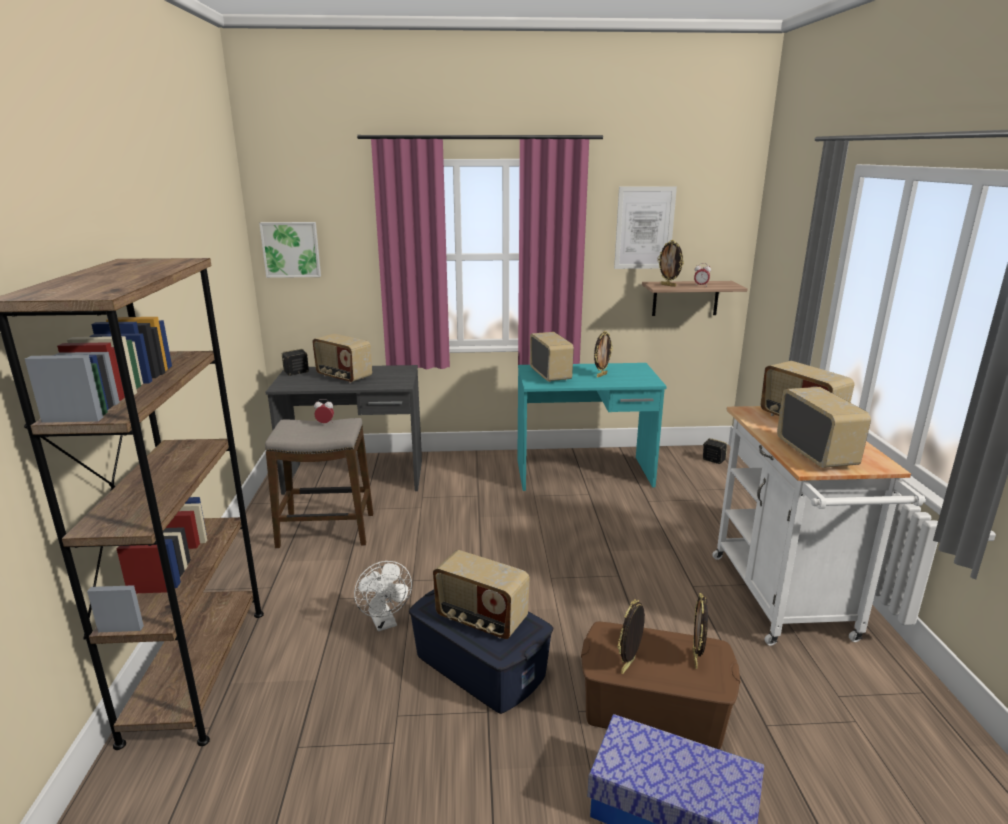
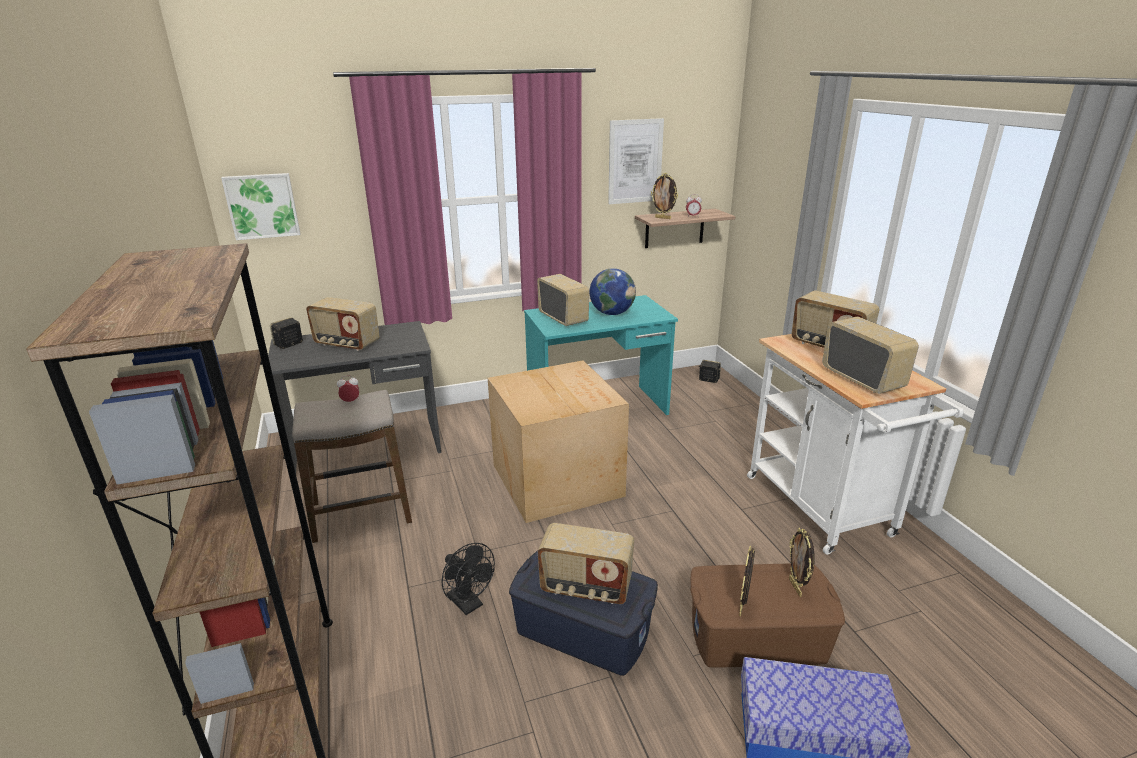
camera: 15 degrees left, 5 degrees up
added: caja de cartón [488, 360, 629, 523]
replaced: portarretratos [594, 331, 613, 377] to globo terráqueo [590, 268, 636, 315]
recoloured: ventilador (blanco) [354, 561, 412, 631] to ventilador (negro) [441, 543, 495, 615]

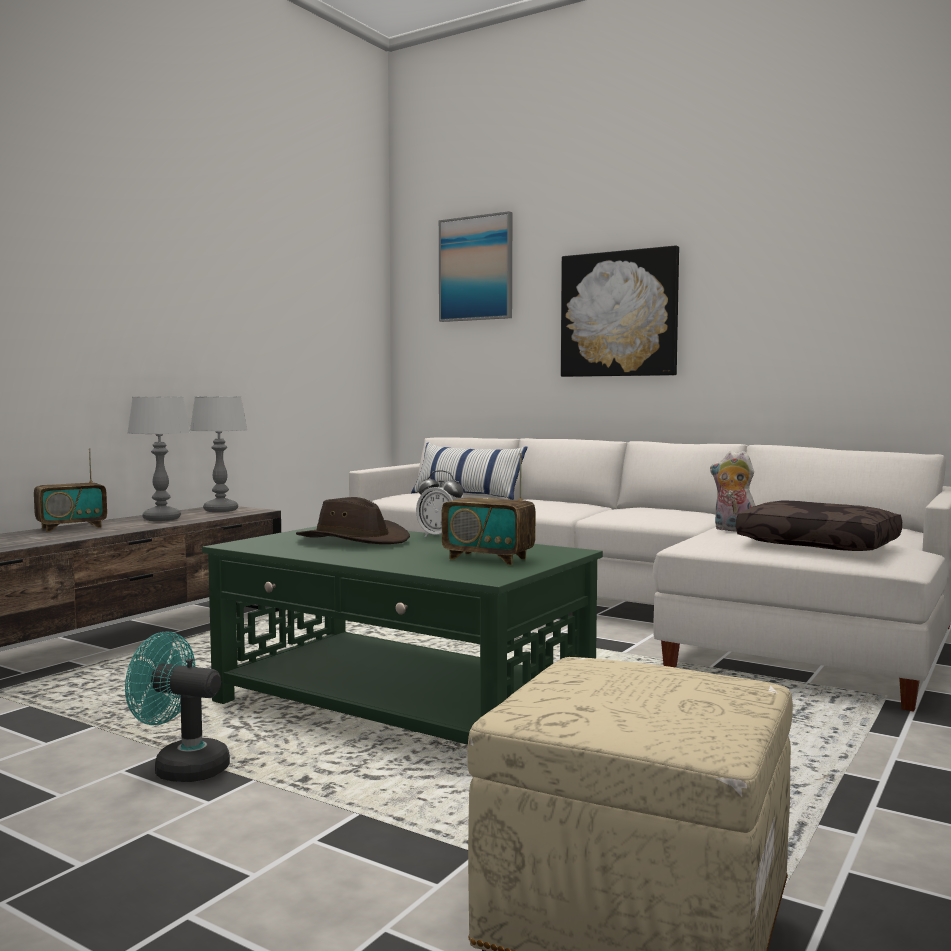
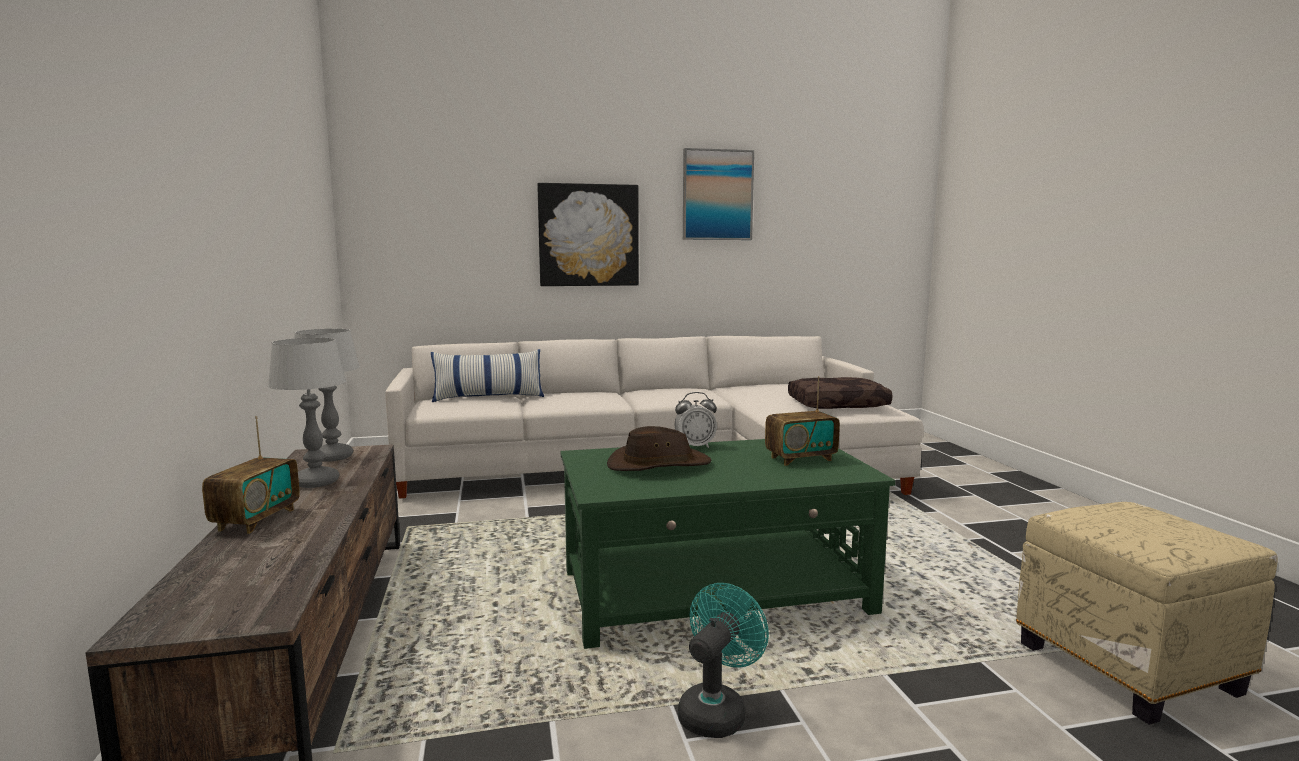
camera: 45 degrees left, 5 degrees up
removed: peluche [710, 451, 755, 532]
moved: cuadro [439, 211, 512, 322] to [683, 148, 754, 240]
turned: ventilador (turquesa) [125, 631, 230, 782] = [678, 583, 769, 738] 150 degrees clockwise

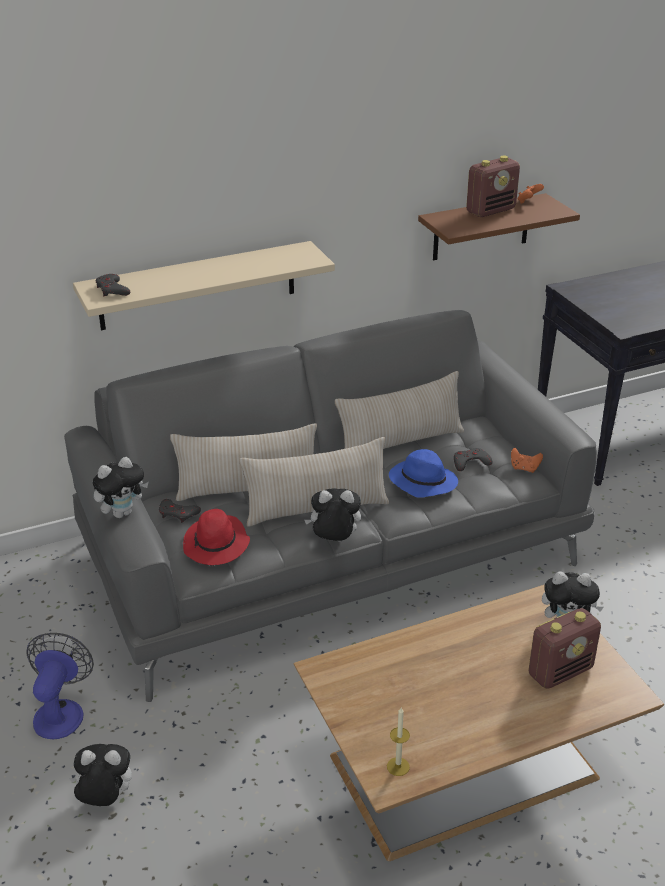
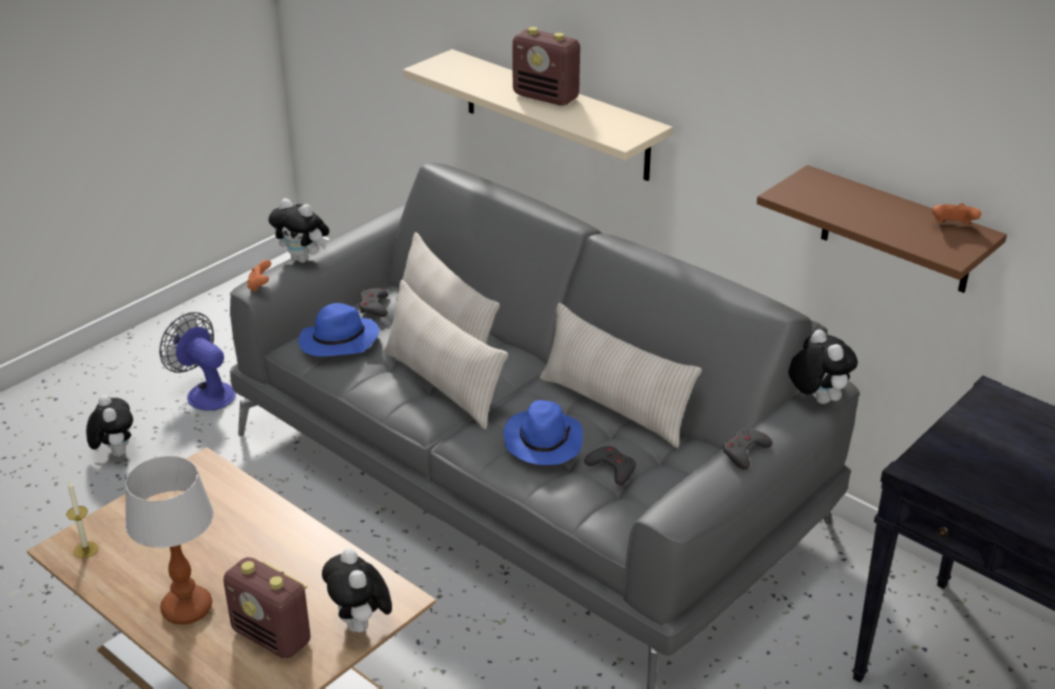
camera: 65 degrees right, 0 degrees up
added: lámpara de mesa [125, 456, 214, 625]
moved: mando de consola (gris) [96, 274, 130, 296] to [723, 428, 772, 470]; peluche [304, 488, 361, 542] to [788, 330, 858, 404]; radio [466, 156, 520, 217] to [512, 27, 580, 105]; mando de consola (naranja) [511, 448, 543, 473] to [247, 260, 271, 292]
recoloured: sombrero (rojo) [183, 509, 250, 565] to sombrero (azul) [298, 303, 379, 357]
turned: ventilador [26, 633, 94, 739] = [159, 312, 236, 411] 120 degrees counterclockwise

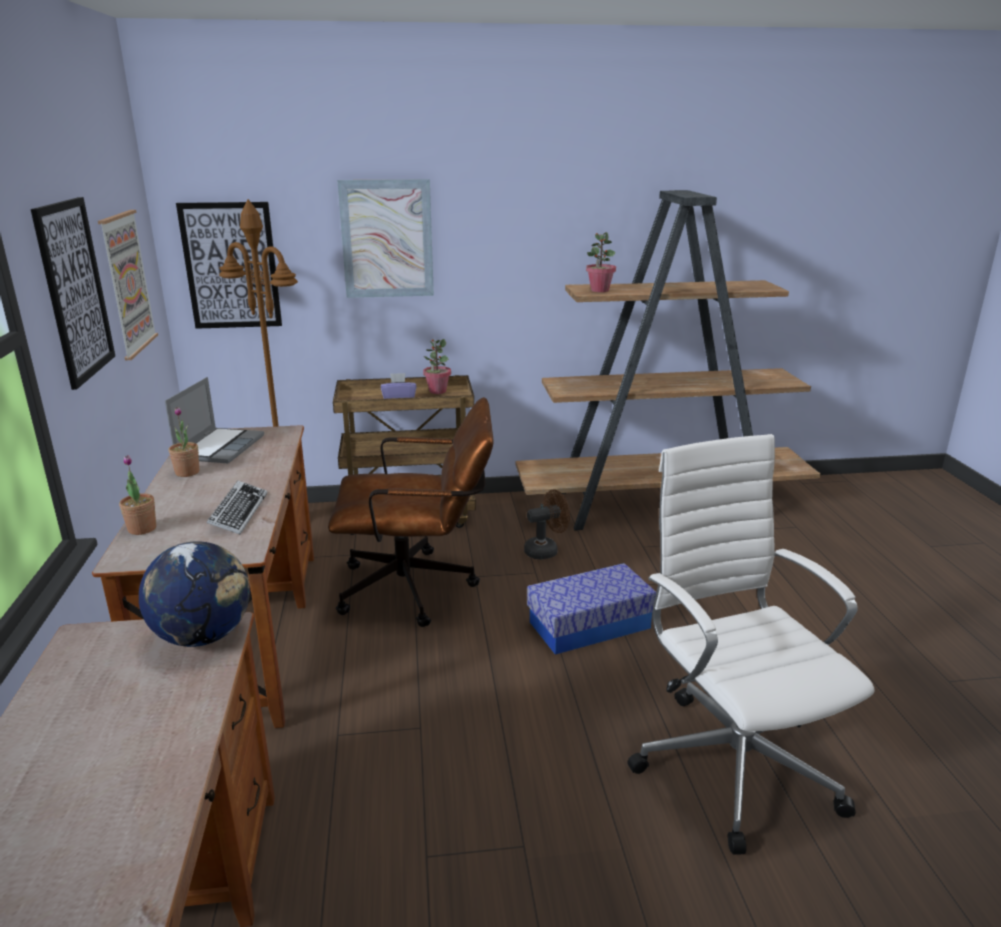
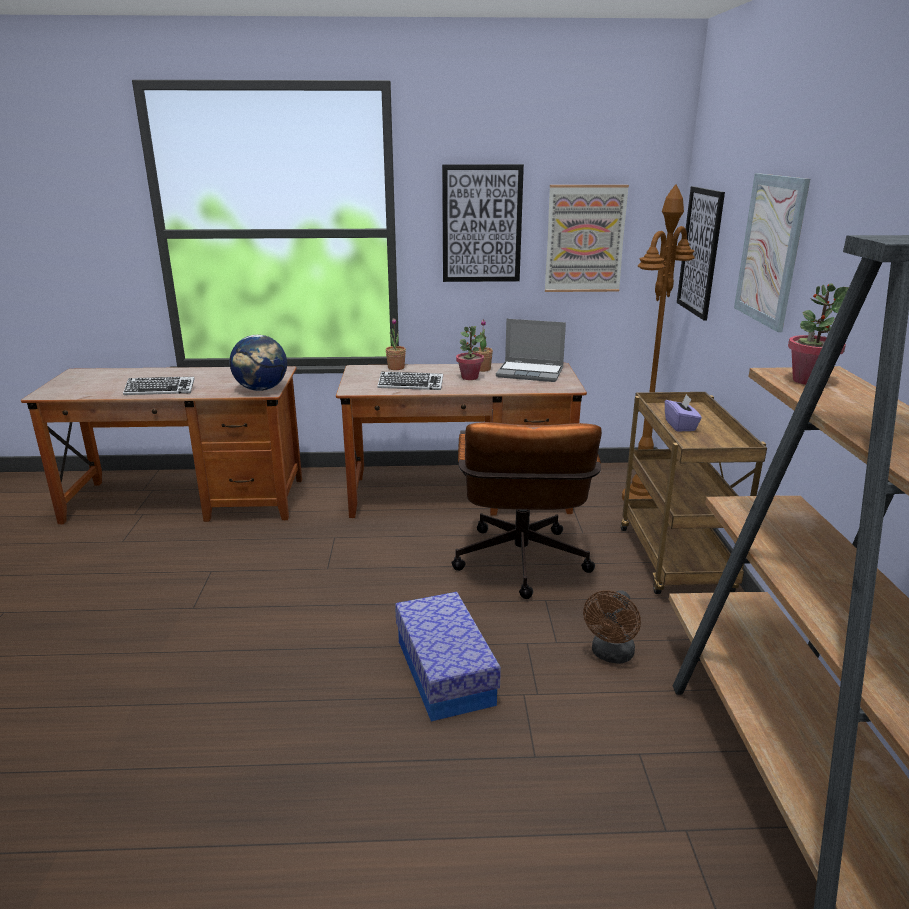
camera: 95 degrees right, 0 degrees up
removed: silla de oficina (blanco) [627, 434, 874, 855]
added: teclado [123, 377, 195, 395]
moved: planta en maceta [423, 339, 451, 394] to [456, 326, 484, 380]
turned: ventilador (marrón) [524, 490, 570, 560] = [583, 590, 641, 664] 45 degrees clockwise

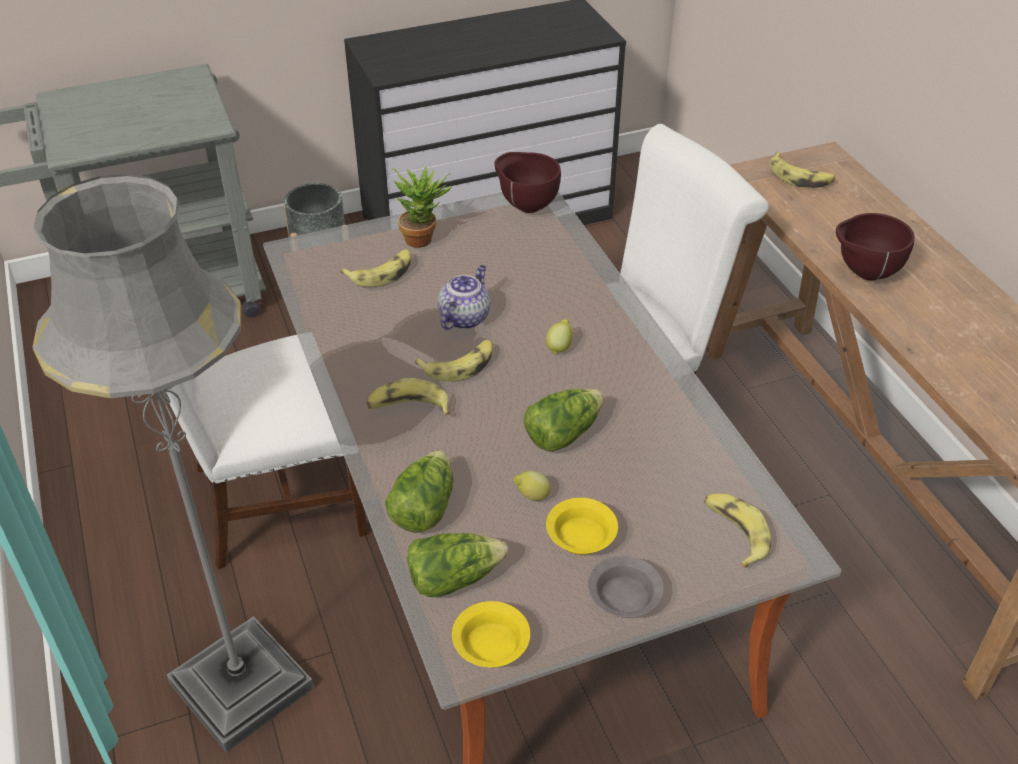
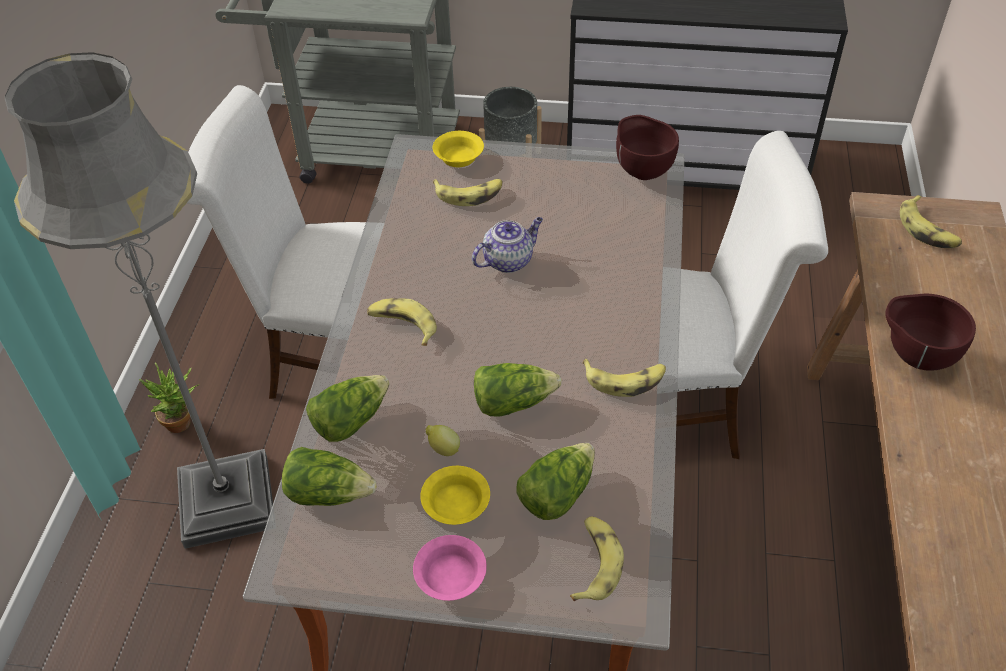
camera: 30 degrees right, 5 degrees up
removed: limón [546, 319, 572, 355]
added: lechuga [516, 443, 595, 520]
moved: planta en maceta [392, 166, 452, 248] to [139, 362, 199, 433]; plátano [415, 340, 493, 382] to [583, 359, 666, 397]; cuenco (amarillo) [452, 601, 530, 667] to [433, 131, 484, 167]
recoloured: cuenco (gris) [588, 556, 664, 617] to cuenco (rosa) [413, 535, 487, 601]

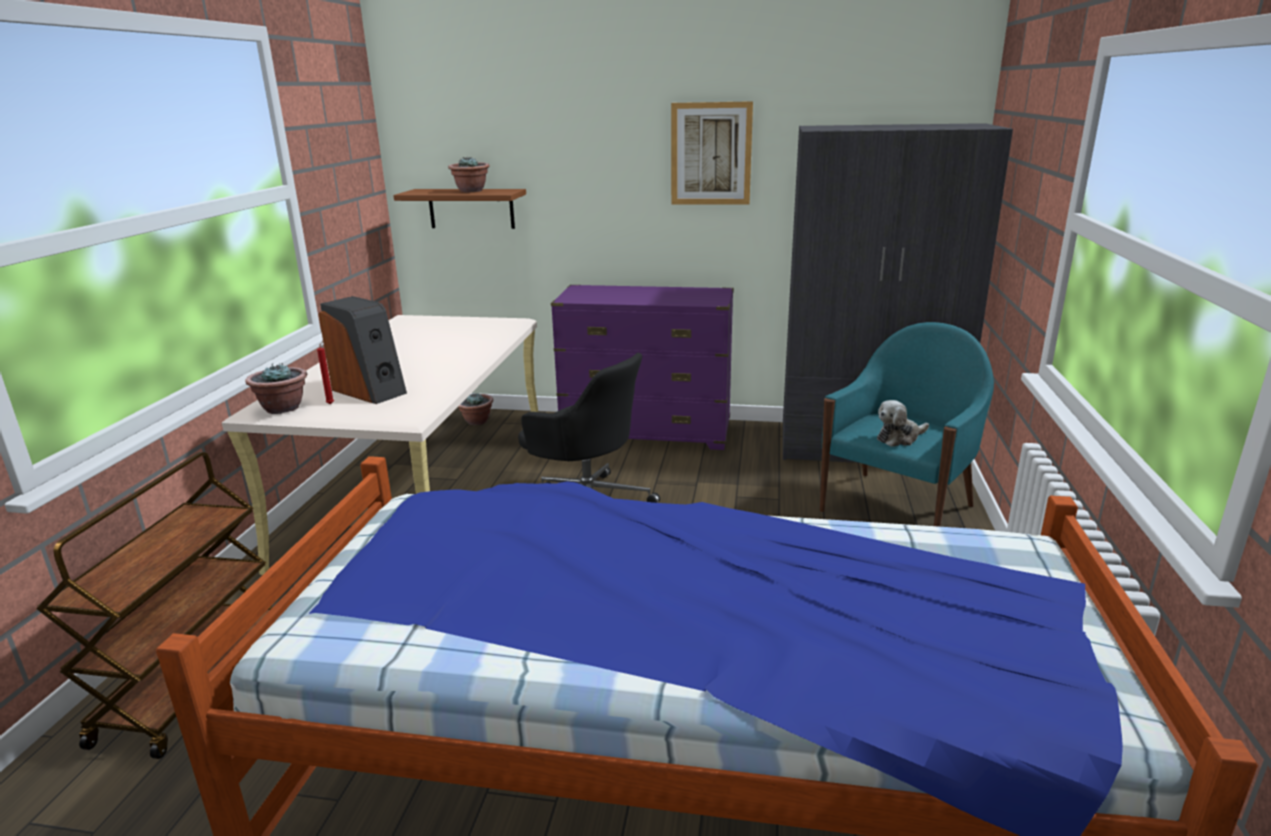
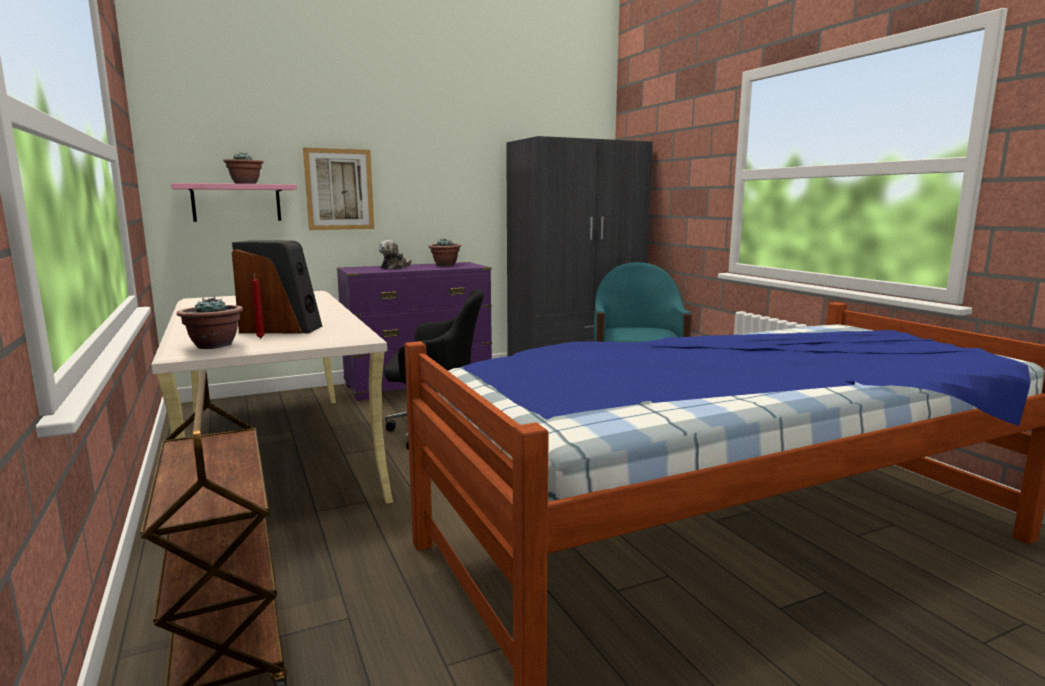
camera: 35 degrees left, 10 degrees down
moved: planta en maceta [458, 393, 493, 425] to [429, 239, 461, 266]; cuadro [671, 101, 753, 205] to [303, 148, 374, 230]; peluche [877, 400, 929, 447] to [379, 240, 411, 269]
recoloured: estante (marrón) [393, 189, 526, 229] to estante (rosa) [171, 183, 297, 222]

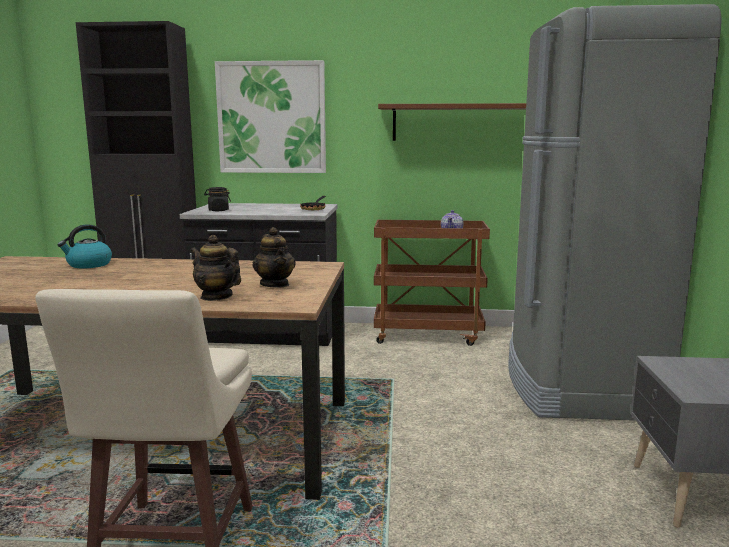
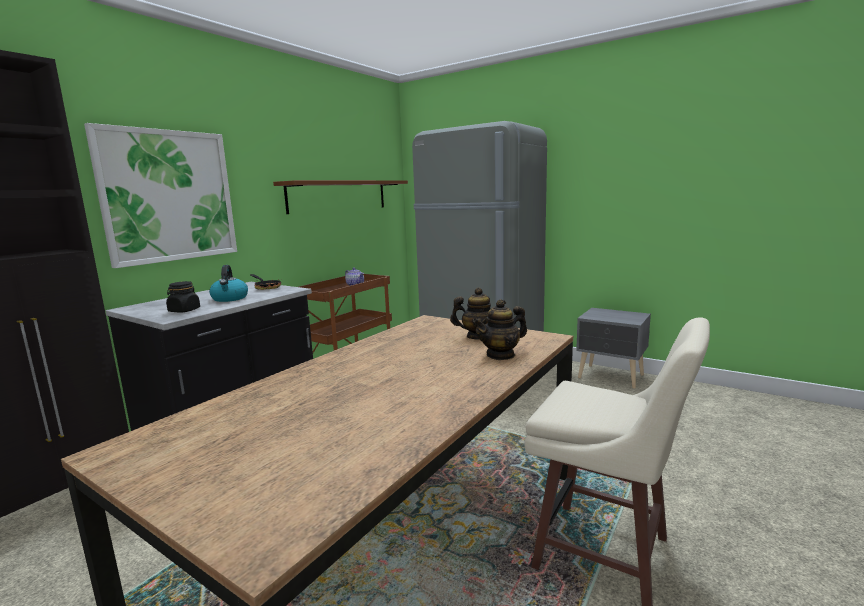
camera: 60 degrees left, 0 degrees up
moved: hervidor [57, 224, 112, 268] to [209, 265, 248, 302]

